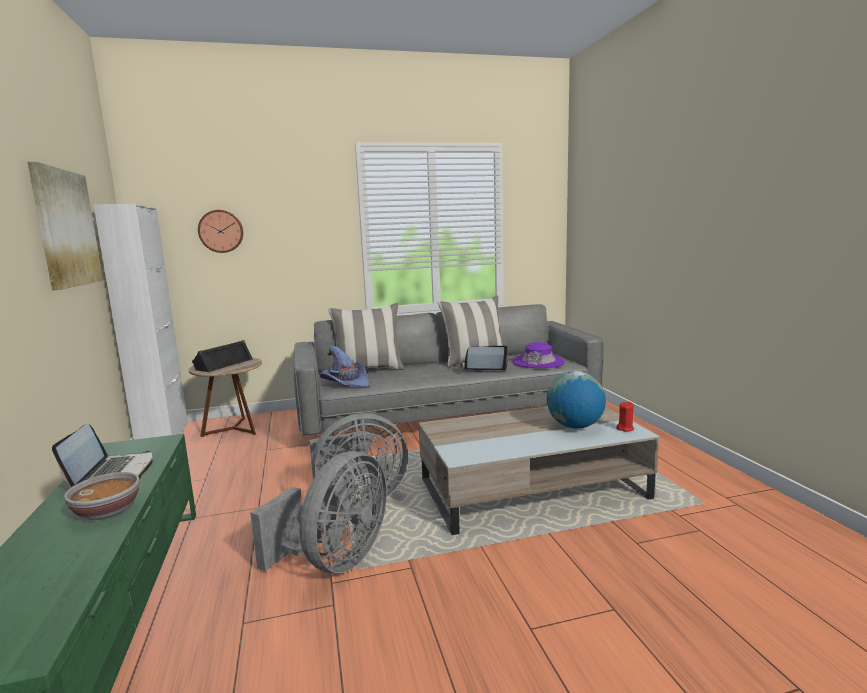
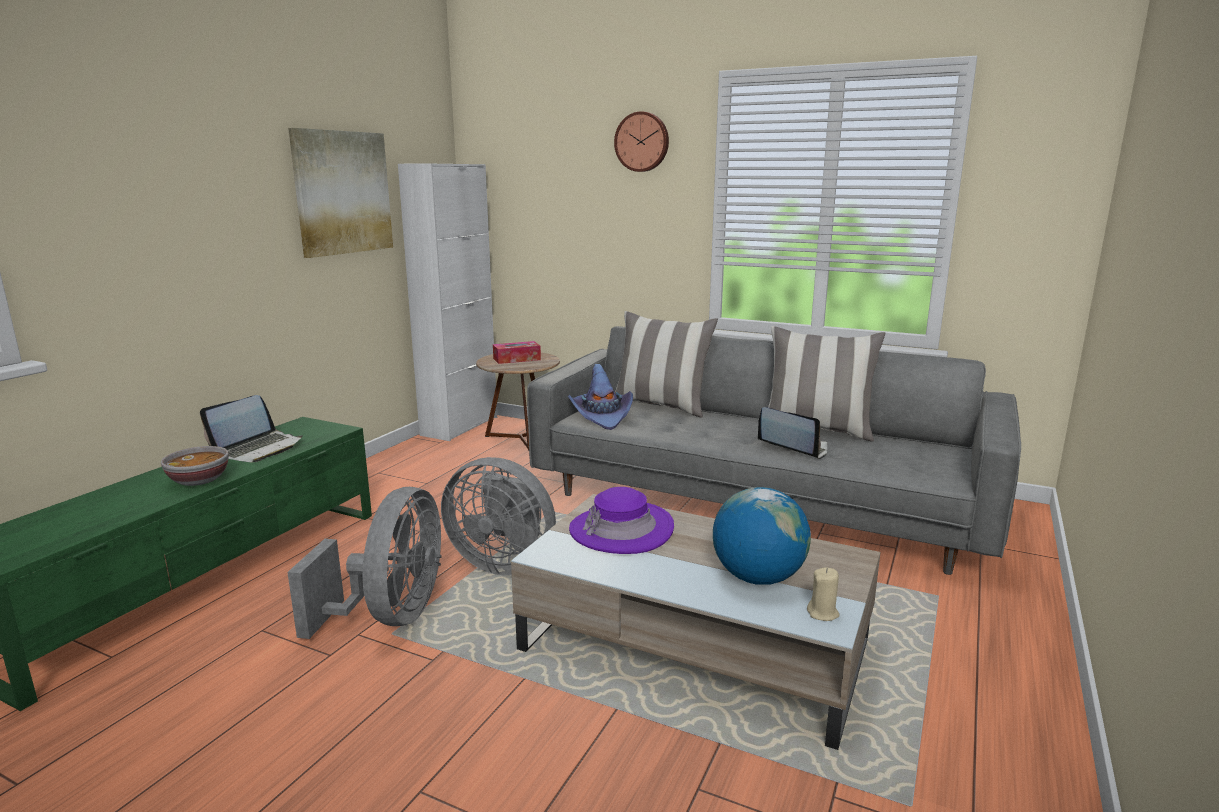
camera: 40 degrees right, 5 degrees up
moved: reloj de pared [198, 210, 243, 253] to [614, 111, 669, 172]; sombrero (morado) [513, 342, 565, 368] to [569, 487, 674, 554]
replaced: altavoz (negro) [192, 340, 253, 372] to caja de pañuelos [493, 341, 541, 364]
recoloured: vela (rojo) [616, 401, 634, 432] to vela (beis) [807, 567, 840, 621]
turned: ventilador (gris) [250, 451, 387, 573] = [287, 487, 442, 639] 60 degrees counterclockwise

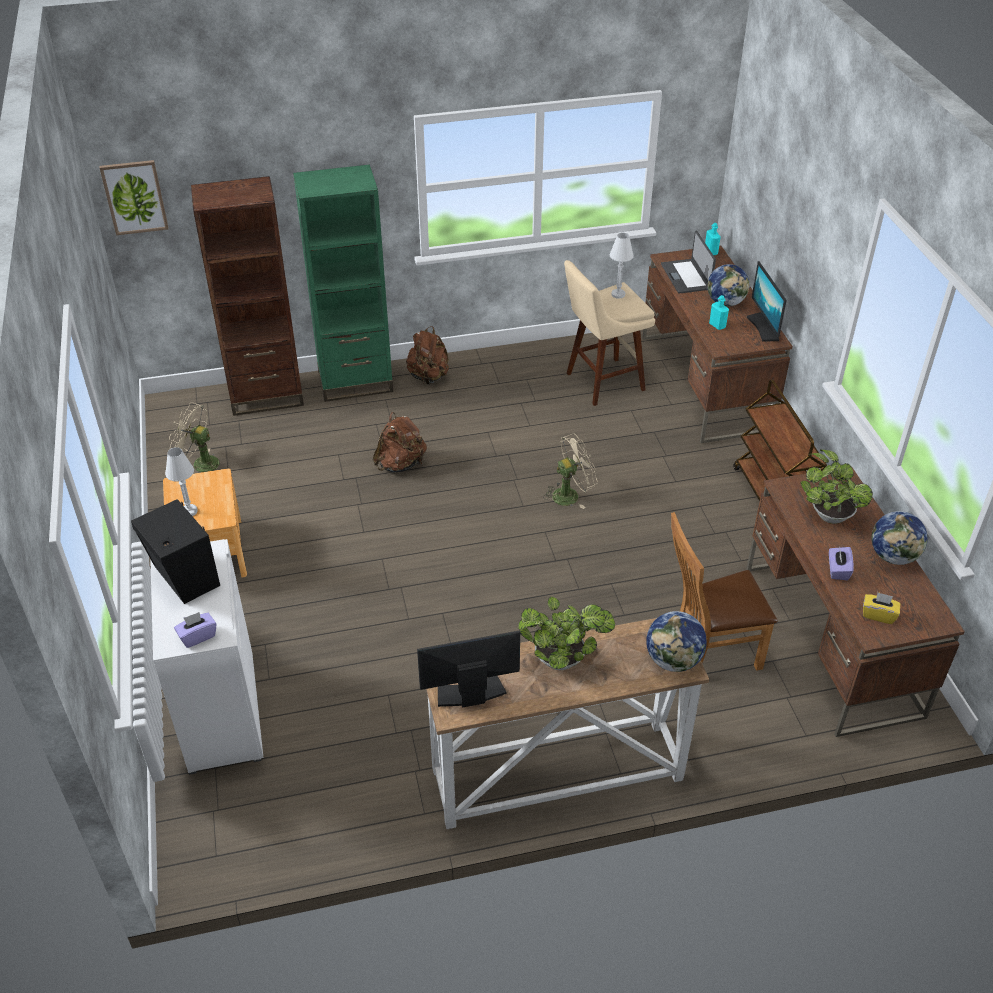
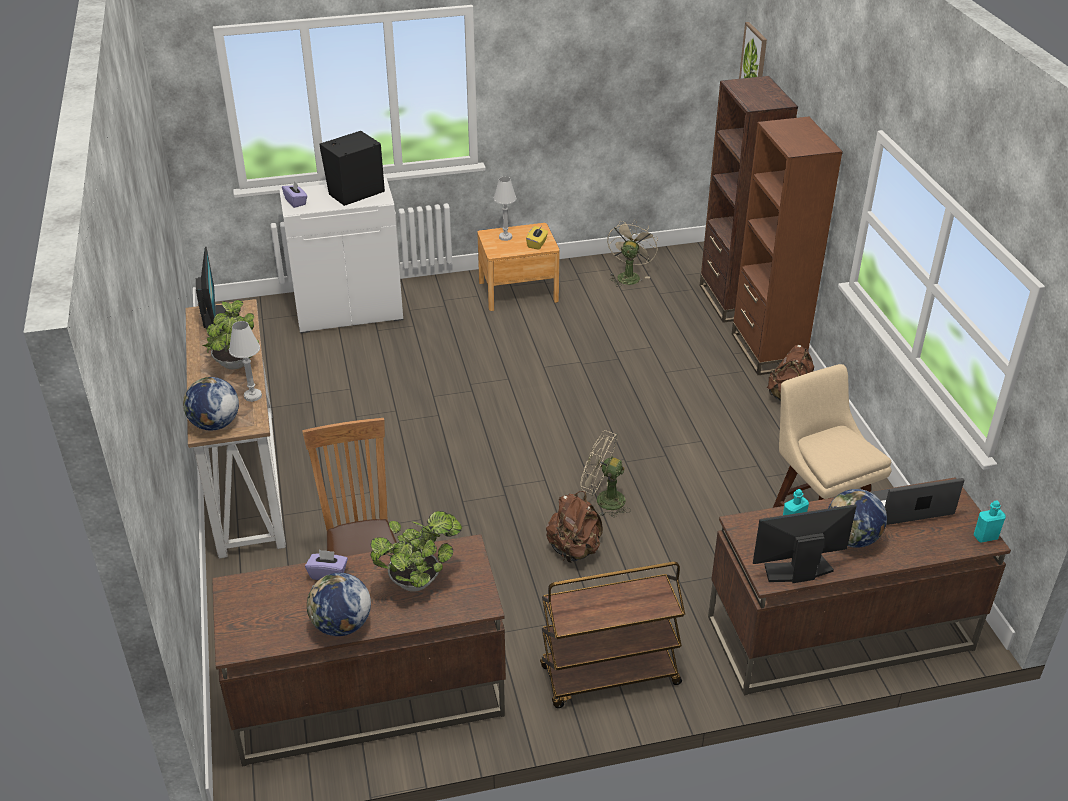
camera: 90 degrees right, 5 degrees down
moved: mochila (marrón) [373, 412, 427, 473] to [546, 491, 603, 563]; lámpara de mesa (blanco) [610, 233, 634, 299] to [229, 321, 262, 402]; caja de pañuelos (amarillo) [863, 592, 900, 624] to [526, 226, 548, 250]
recoloured: estantería (verde) [293, 164, 393, 402] to estantería (marrón) [732, 117, 843, 375]
turned: ventilador (beis) [543, 433, 598, 509] = [580, 430, 631, 518] 135 degrees clockwise

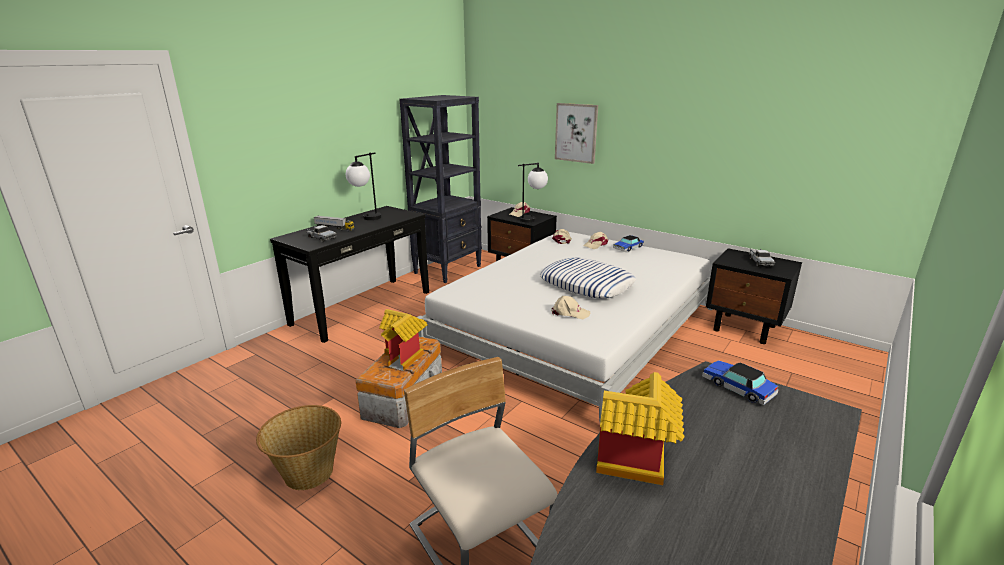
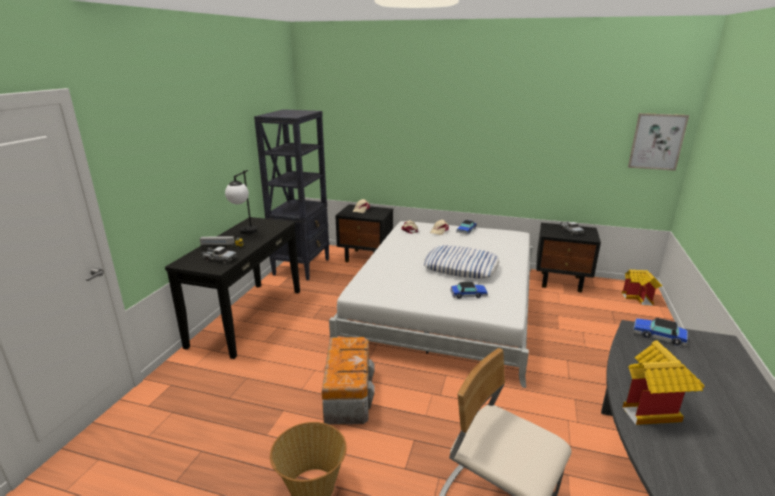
camera: 20 degrees left, 0 degrees up
removed: lámpara de mesa [518, 163, 548, 222]
moved: casita [379, 309, 427, 371] to [622, 270, 662, 306]; cuadro [555, 103, 598, 164] to [628, 113, 689, 171]
replaced: gorra (beis) [551, 296, 590, 319] to coche de juguete [450, 282, 488, 299]

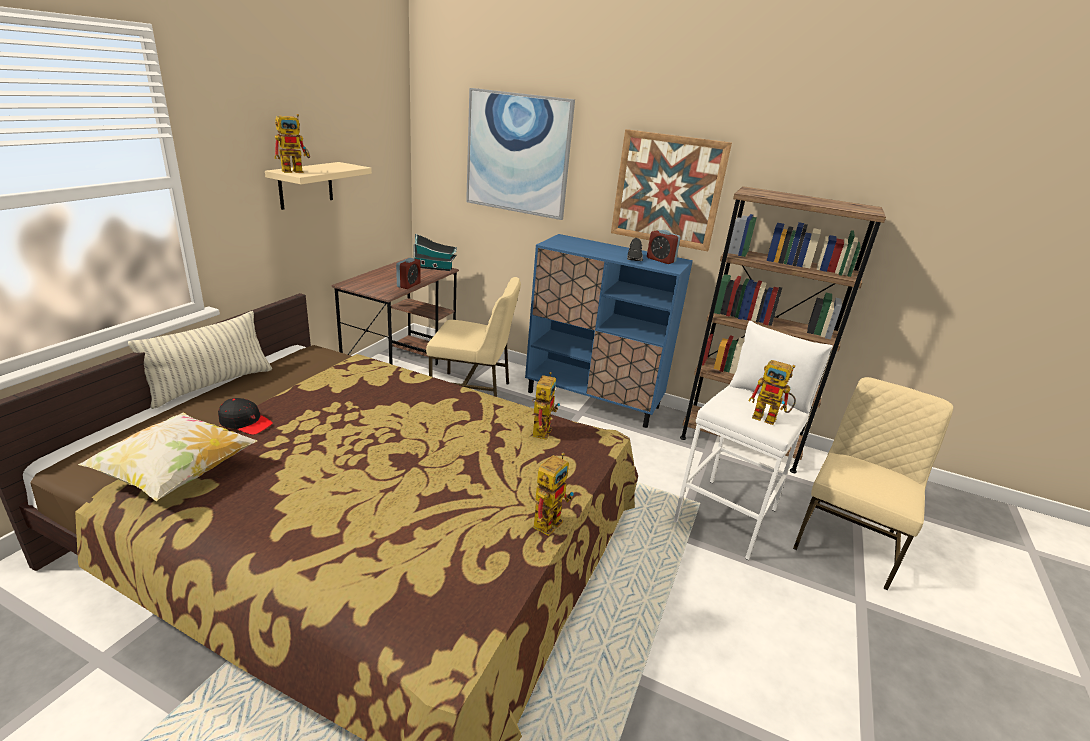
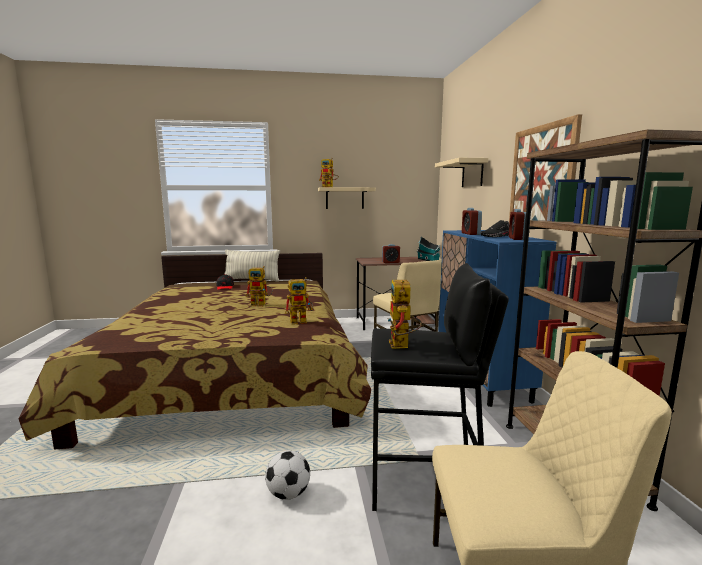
camera: 60 degrees right, 15 degrees down
removed: cojín [78, 413, 257, 501]
added: balón de fútbol [265, 450, 310, 500]; despertador [462, 208, 482, 235]
moved: robot de juguete [533, 453, 574, 536] to [245, 266, 273, 306]
replaced: cuadro [466, 88, 575, 220] to estante (beis) [435, 158, 488, 187]
recoloured: taburete (blanco) [674, 321, 833, 560] to taburete (negro) [371, 263, 509, 511]

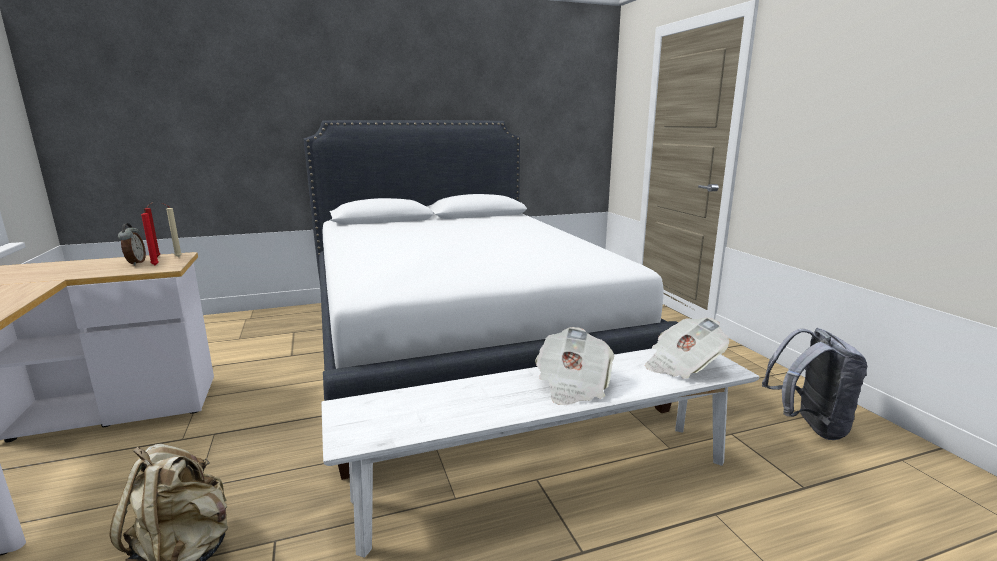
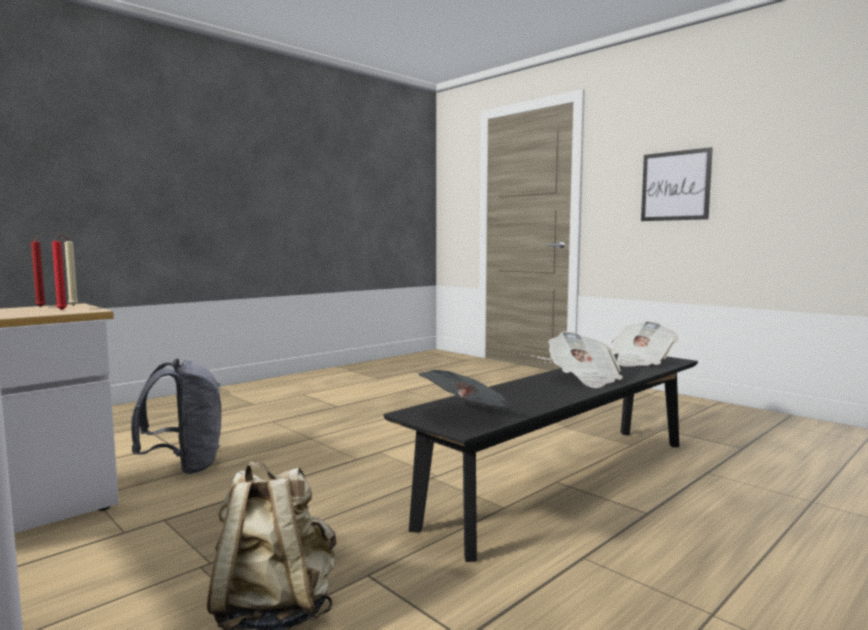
camera: 25 degrees left, 10 degrees down
removed: despertador [118, 223, 146, 266]; cama (blanco) [303, 120, 679, 480]
added: periódico [418, 370, 508, 406]; cuadro [641, 147, 713, 221]
moved: mochila (gris) [762, 328, 868, 440] to [131, 359, 221, 474]
recoloured: banco (blanco) [321, 349, 760, 558] to banco (negro) [383, 353, 698, 562]

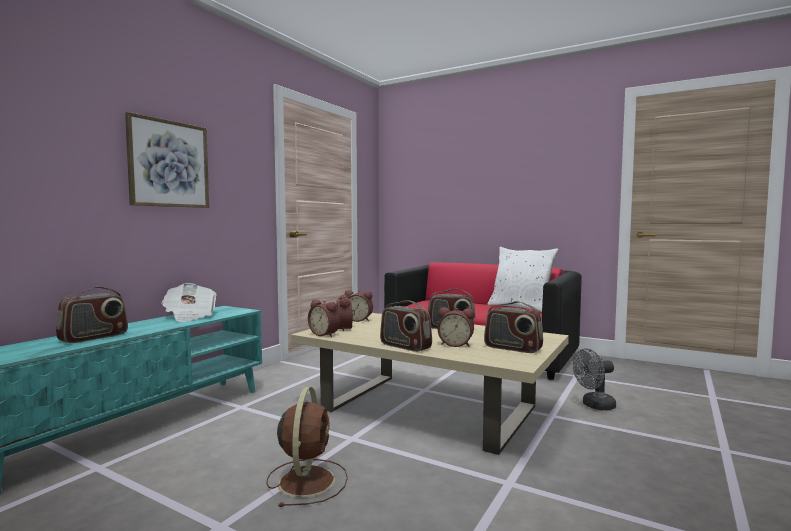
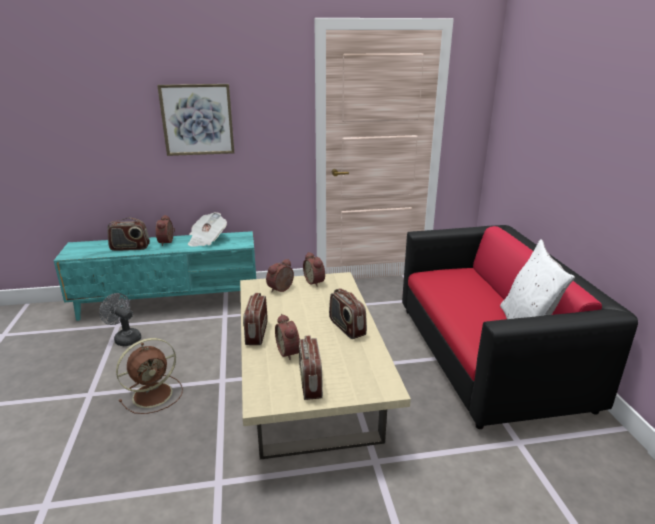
camera: 50 degrees right, 20 degrees up
moved: despertador [308, 299, 340, 337] to [156, 215, 175, 246]; ventilador (gris) [573, 348, 616, 410] to [99, 293, 141, 346]

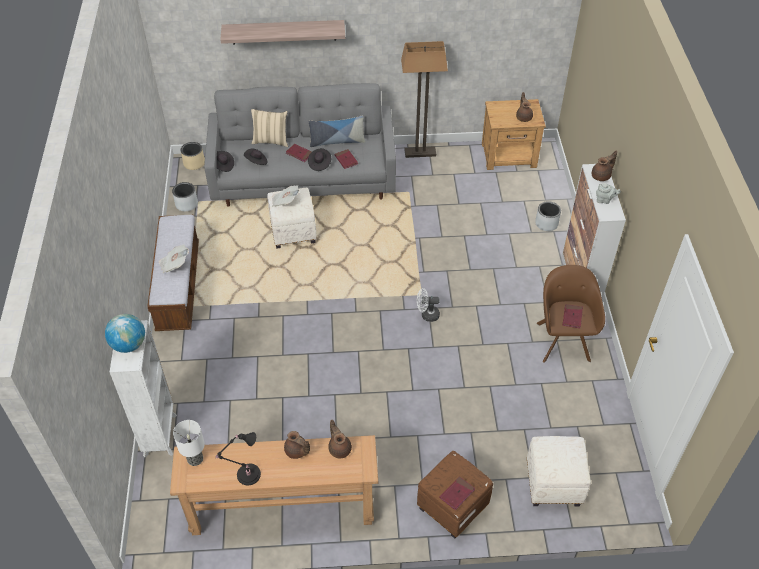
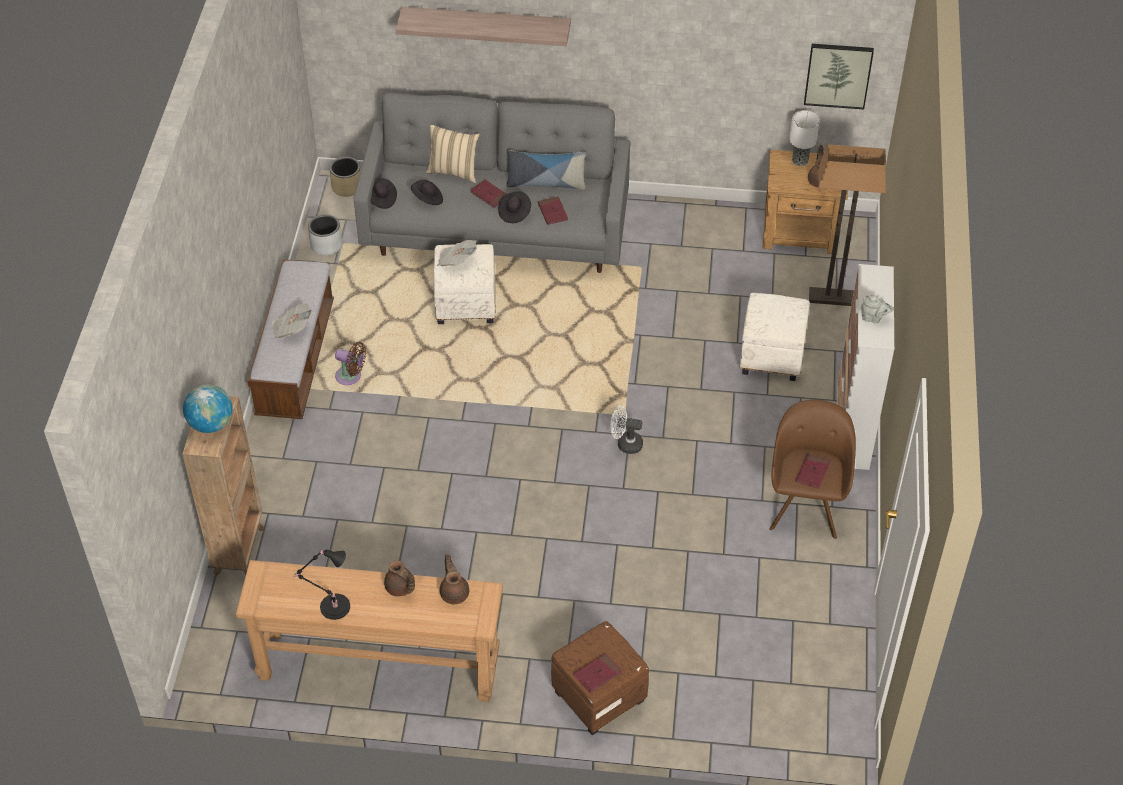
camera: 10 degrees right, 0 degrees up
removed: maceta (gris) [535, 201, 561, 231]; tetera (marrón) [592, 150, 617, 181]
added: ventilador (marrón) [335, 342, 366, 385]; cuadro [804, 44, 874, 109]
moved: lámpara de mesa [173, 420, 205, 466] to [789, 110, 820, 166]; lámpara de pie [401, 41, 448, 158] to [809, 144, 886, 306]; puf (blanco) [527, 436, 591, 507] to [740, 293, 810, 381]
recoloured: estantería (blanco) [110, 320, 177, 457] to estantería (marrón) [182, 396, 265, 576]

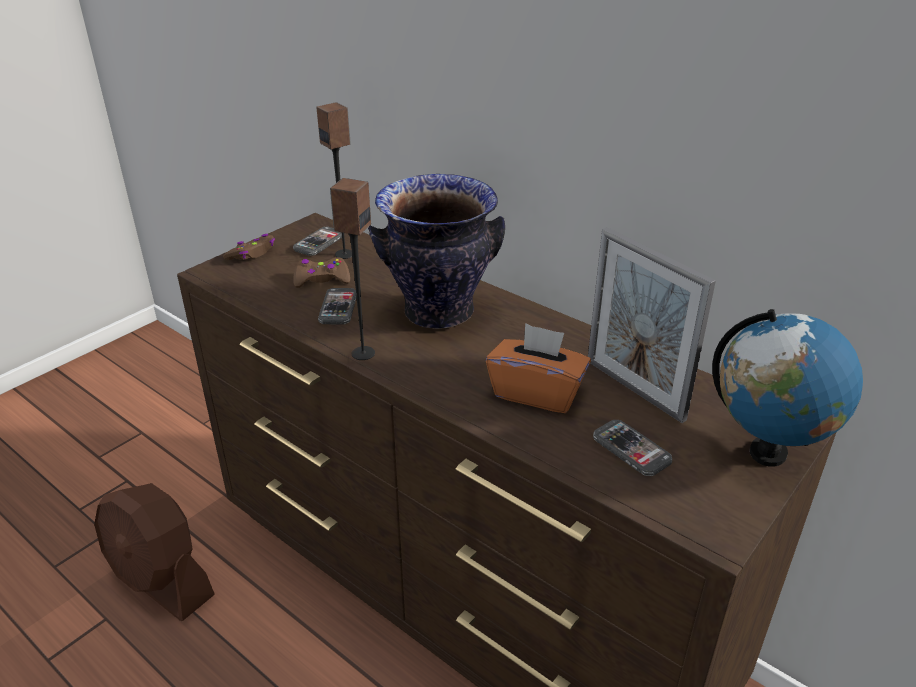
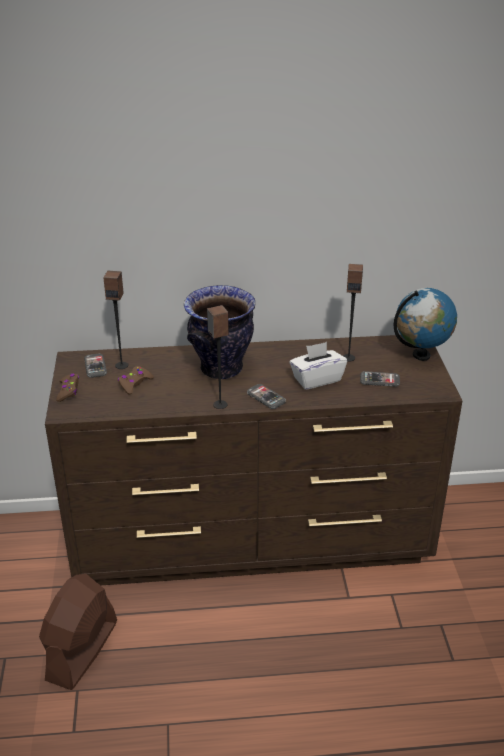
camera: 45 degrees left, 0 degrees up
moved: móvil [318, 288, 356, 325] to [247, 384, 286, 409]
replaced: portarretratos [588, 227, 716, 423] to altavoz [343, 264, 363, 362]
recoloured: caja de pañuelos (naranja) [486, 323, 591, 413] to caja de pañuelos (blanco) [289, 342, 347, 390]
turned: ventilador (marrón) [94, 483, 215, 621] = [39, 573, 117, 690] 120 degrees clockwise

